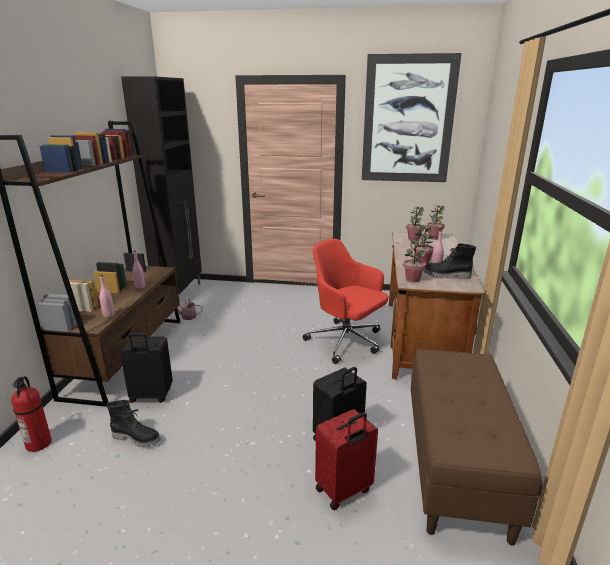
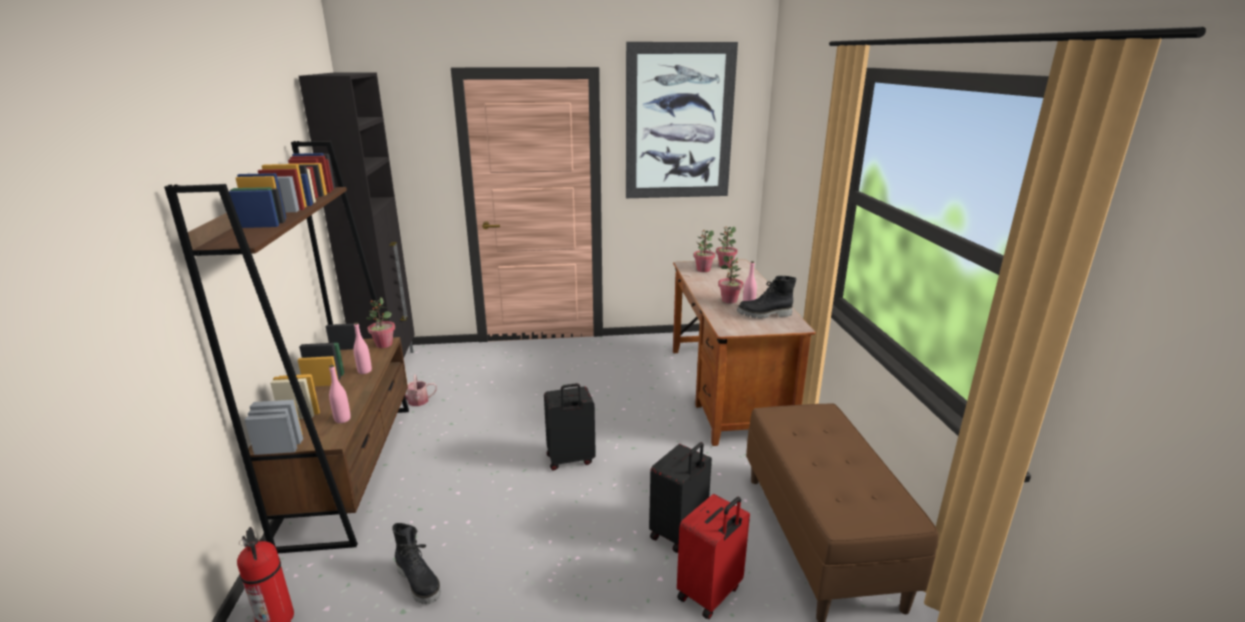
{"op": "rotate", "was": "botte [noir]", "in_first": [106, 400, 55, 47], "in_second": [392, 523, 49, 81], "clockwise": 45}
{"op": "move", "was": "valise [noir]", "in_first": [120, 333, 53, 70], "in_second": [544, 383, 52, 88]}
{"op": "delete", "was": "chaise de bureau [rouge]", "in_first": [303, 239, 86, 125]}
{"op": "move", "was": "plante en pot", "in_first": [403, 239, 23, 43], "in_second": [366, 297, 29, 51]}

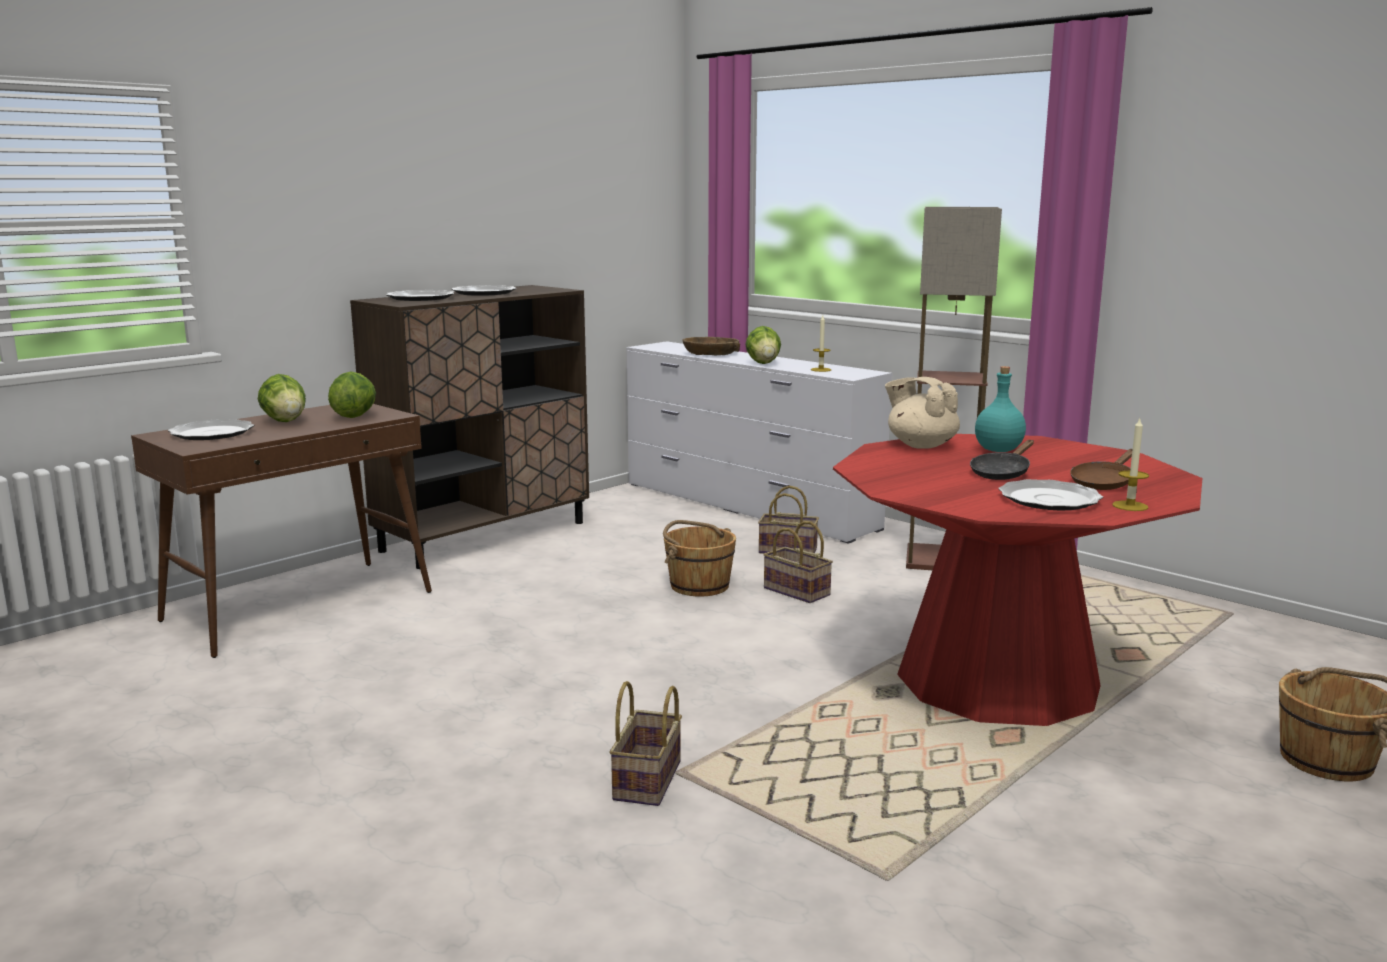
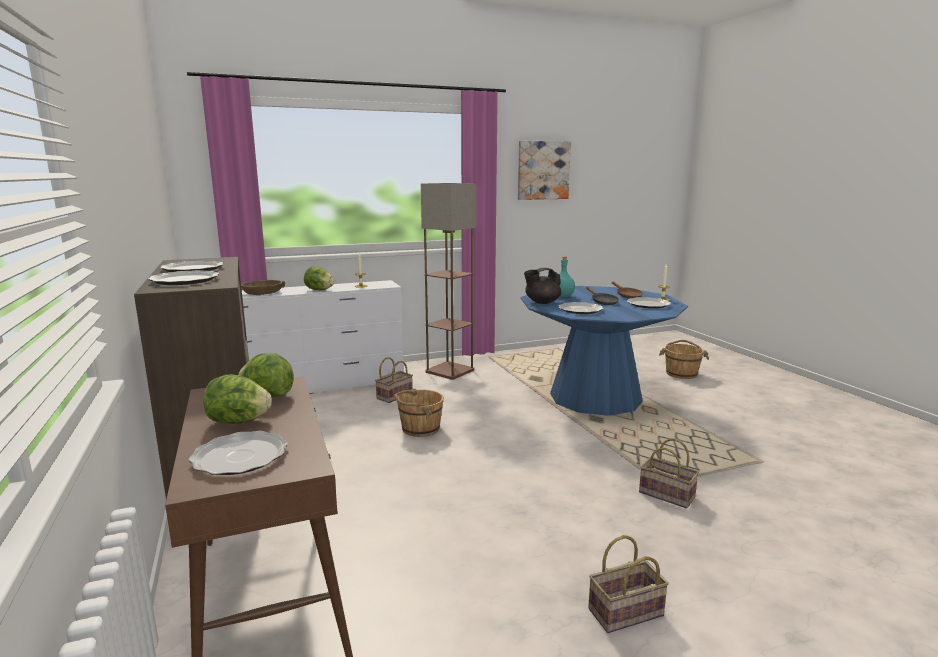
{"op": "move", "was": "panier", "in_first": [763, 521, 70, 82], "in_second": [588, 535, 81, 98]}
{"op": "recolor", "was": "table à manger [rouge]", "now": "table à manger [bleu]", "in_first": [833, 434, 369, 292], "in_second": [520, 286, 168, 130]}
{"op": "recolor", "was": "théière [beige]", "now": "théière [noir]", "in_first": [885, 377, 75, 72], "in_second": [524, 268, 38, 36]}
{"op": "insert", "now": "tableau", "in_second": [518, 141, 53, 59]}
{"op": "insert", "now": "assiette", "in_second": [559, 302, 44, 12]}

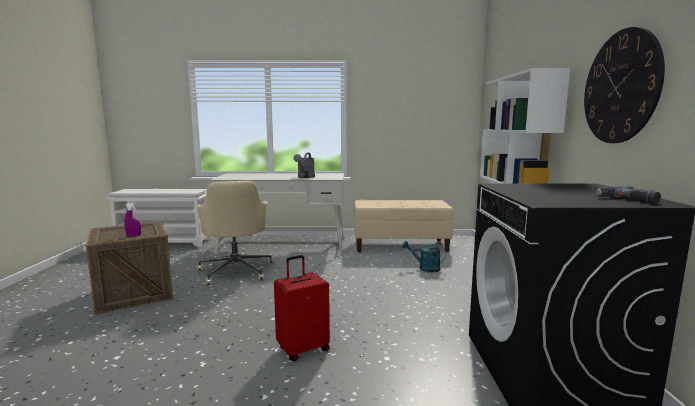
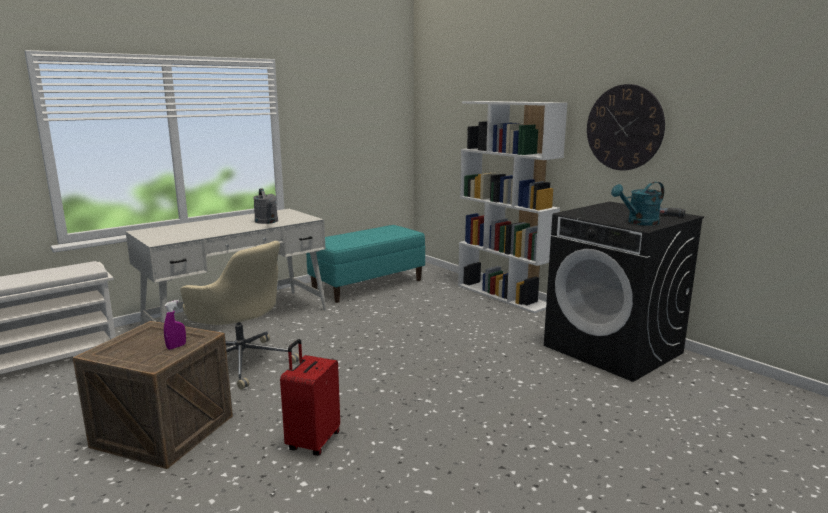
{"op": "move", "was": "valise [rouge]", "in_first": [274, 255, 56, 106], "in_second": [280, 339, 60, 117]}
{"op": "recolor", "was": "banc [beige]", "now": "banc [turquoise]", "in_first": [354, 200, 100, 52], "in_second": [306, 225, 119, 78]}
{"op": "move", "was": "arrosoir [turquoise]", "in_first": [402, 241, 45, 31], "in_second": [611, 182, 53, 44]}

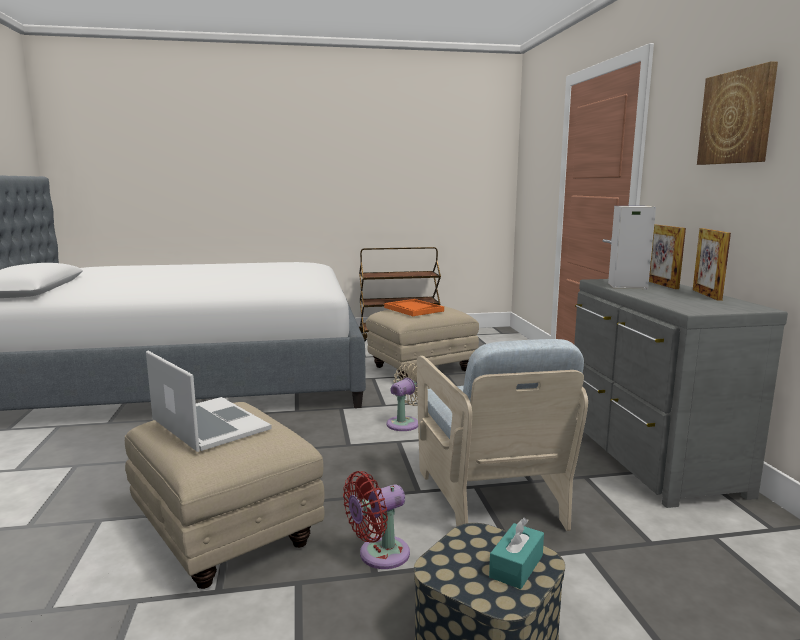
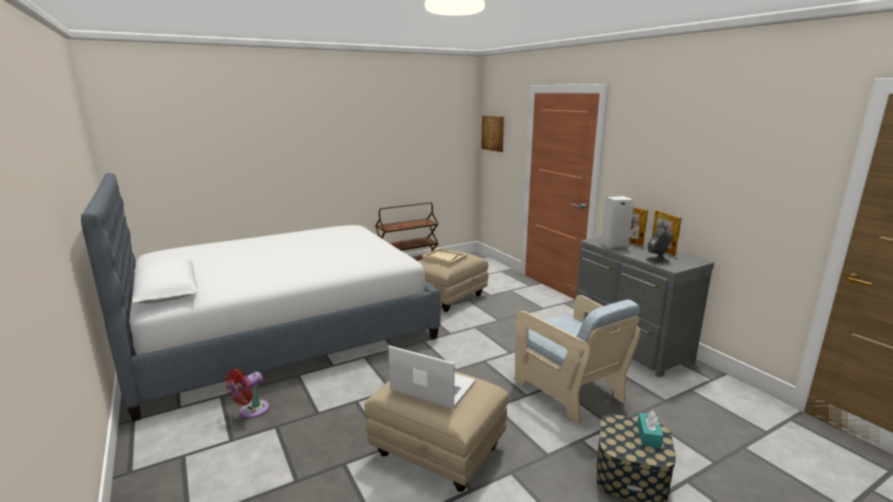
{"op": "move", "was": "ventilateur [rouge]", "in_first": [343, 471, 67, 98], "in_second": [225, 368, 44, 50]}
{"op": "recolor", "was": "plateau [orange]", "now": "plateau [beige]", "in_first": [384, 299, 60, 17], "in_second": [422, 248, 45, 18]}
{"op": "delete", "was": "ventilateur [beige]", "in_first": [387, 363, 43, 68]}
{"op": "move", "was": "tableau", "in_first": [697, 61, 81, 104], "in_second": [481, 115, 23, 37]}
{"op": "insert", "now": "enceinte [gris]", "in_second": [646, 228, 27, 35]}

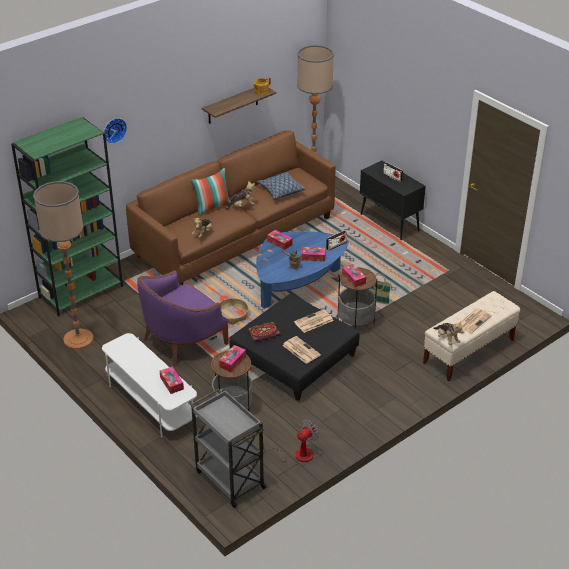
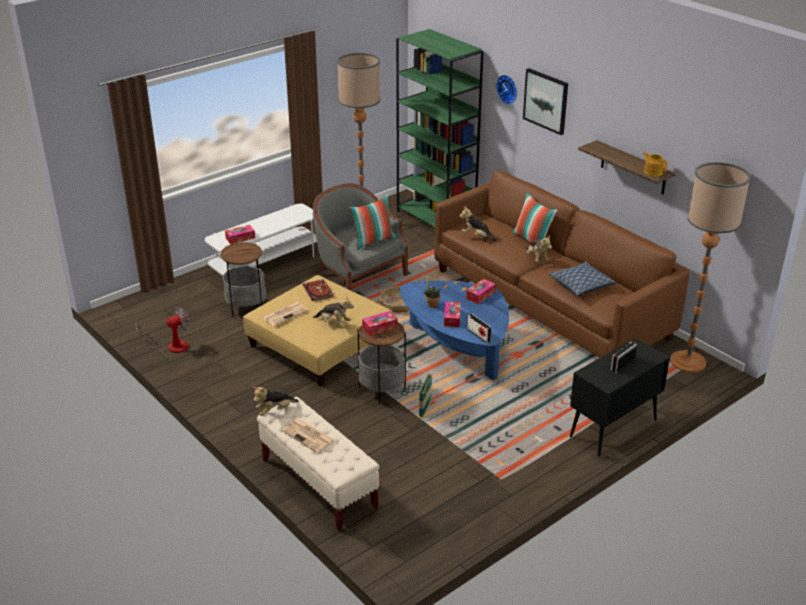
{"op": "recolor", "was": "fauteuil [violet]", "now": "fauteuil [gris]", "in_first": [137, 270, 92, 95], "in_second": [313, 183, 95, 108]}
{"op": "delete", "was": "chariot [gris]", "in_first": [190, 389, 77, 119]}
{"op": "delete", "was": "boîte à mouchoirs", "in_first": [219, 345, 27, 27]}
{"op": "recolor", "was": "pouf [noir]", "now": "pouf [beige]", "in_first": [229, 294, 131, 107], "in_second": [243, 275, 150, 112]}
{"op": "rotate", "was": "ventilateur", "in_first": [259, 420, 60, 43], "in_second": [135, 307, 54, 46], "clockwise": -75}
{"op": "replace", "was": "journal", "now": "peluche", "in_first": [294, 309, 40, 24], "in_second": [313, 295, 41, 31]}
{"op": "insert", "now": "coussin", "in_second": [348, 195, 48, 55]}
{"op": "insert", "now": "tableau", "in_second": [523, 68, 45, 67]}

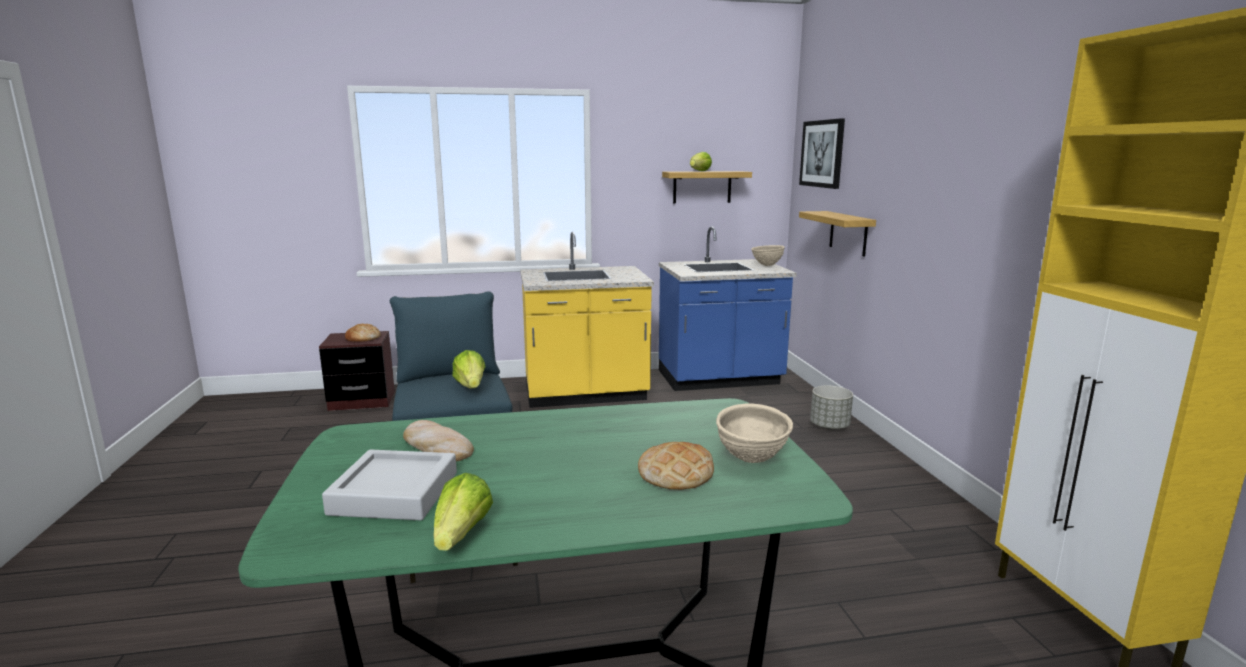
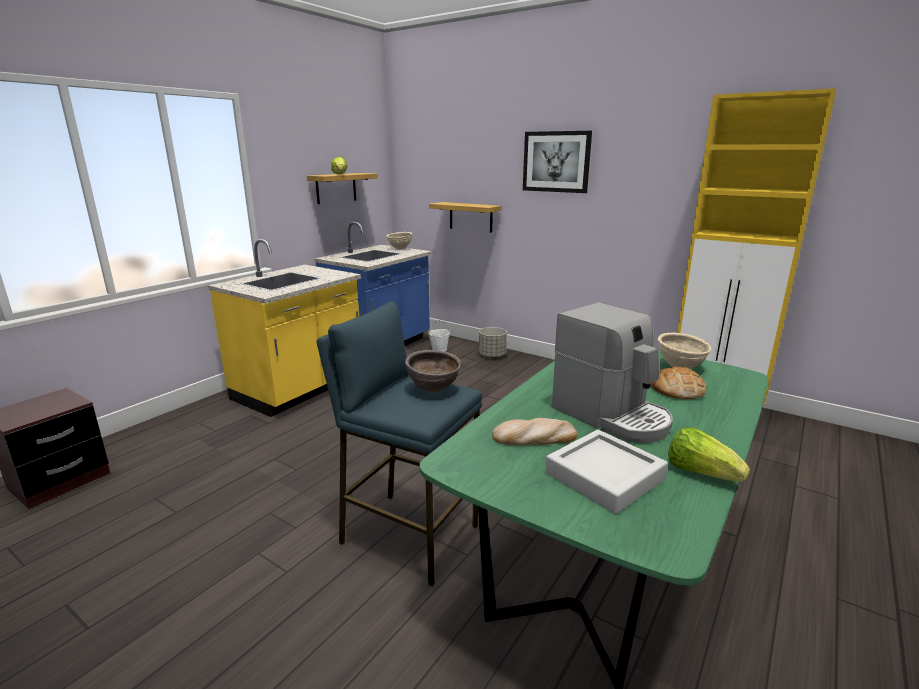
{"op": "delete", "was": "pain", "in_first": [345, 324, 36, 18]}
{"op": "replace", "was": "laitue", "now": "bol [marron]", "in_first": [452, 350, 34, 38], "in_second": [405, 350, 56, 42]}
{"op": "move", "was": "tableau", "in_first": [799, 118, 46, 71], "in_second": [523, 131, 69, 62]}
{"op": "insert", "now": "seau [blanc]", "in_second": [429, 320, 21, 31]}
{"op": "insert", "now": "machine à café", "in_second": [552, 302, 121, 141]}

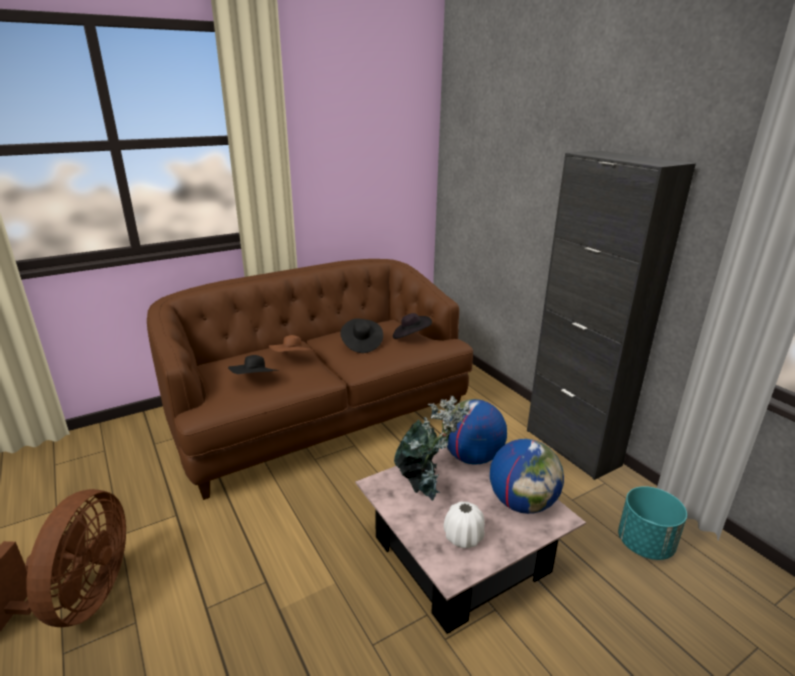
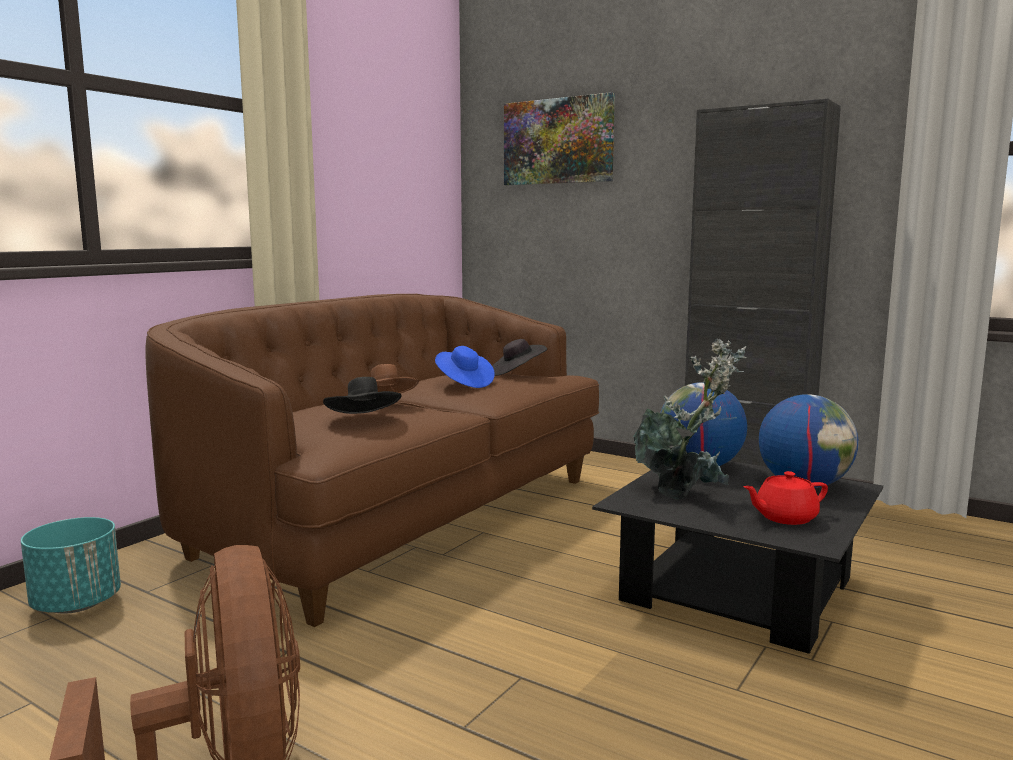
{"op": "recolor", "was": "chapeau [noir]", "now": "chapeau [bleu]", "in_first": [340, 318, 43, 35], "in_second": [435, 346, 60, 42]}
{"op": "recolor", "was": "table basse [rose]", "now": "table basse [noir]", "in_first": [355, 447, 231, 187], "in_second": [592, 461, 291, 193]}
{"op": "replace", "was": "vase [blanc]", "now": "théière [rouge]", "in_first": [444, 502, 41, 46], "in_second": [743, 471, 85, 54]}
{"op": "move", "was": "cache-pot [turquoise]", "in_first": [618, 486, 69, 74], "in_second": [21, 517, 100, 97]}
{"op": "insert", "now": "tableau", "in_second": [504, 92, 111, 93]}

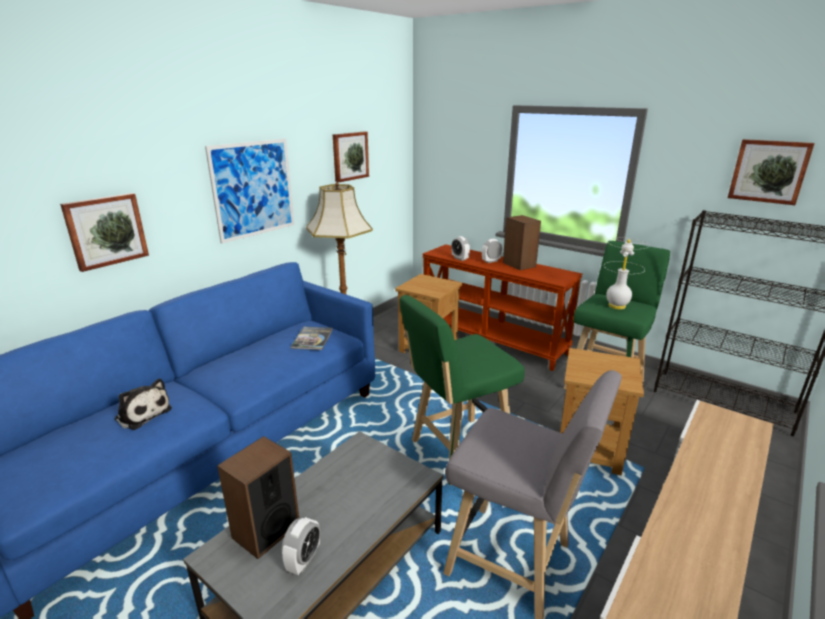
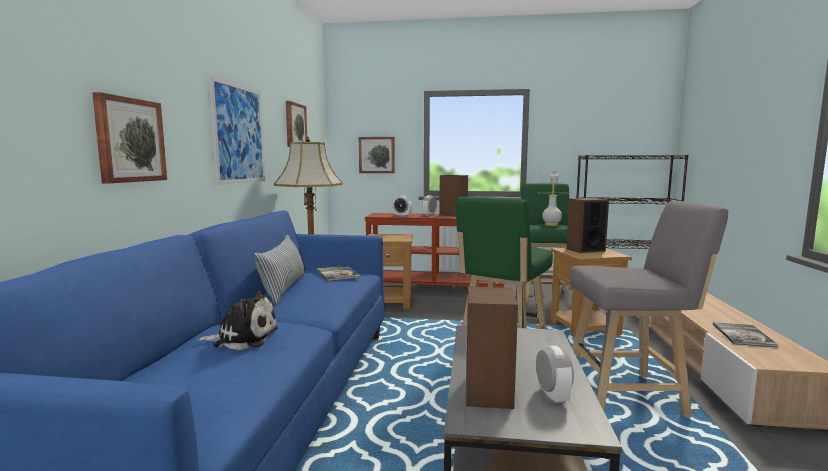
{"op": "move", "was": "tableau", "in_first": [728, 139, 87, 66], "in_second": [359, 137, 36, 36]}
{"op": "insert", "now": "coussin", "in_second": [254, 235, 50, 70]}
{"op": "insert", "now": "enceinte", "in_second": [566, 198, 43, 55]}
{"op": "insert", "now": "livre", "in_second": [713, 322, 66, 26]}

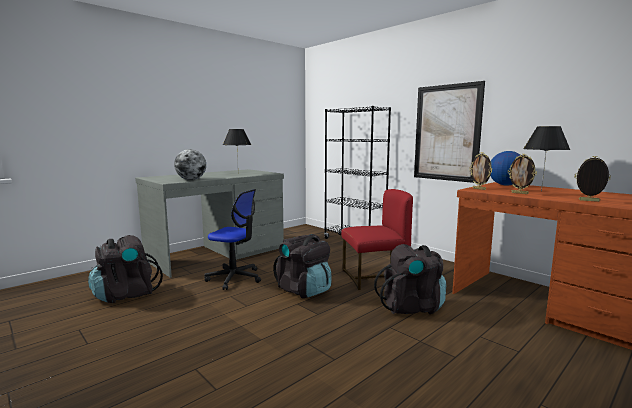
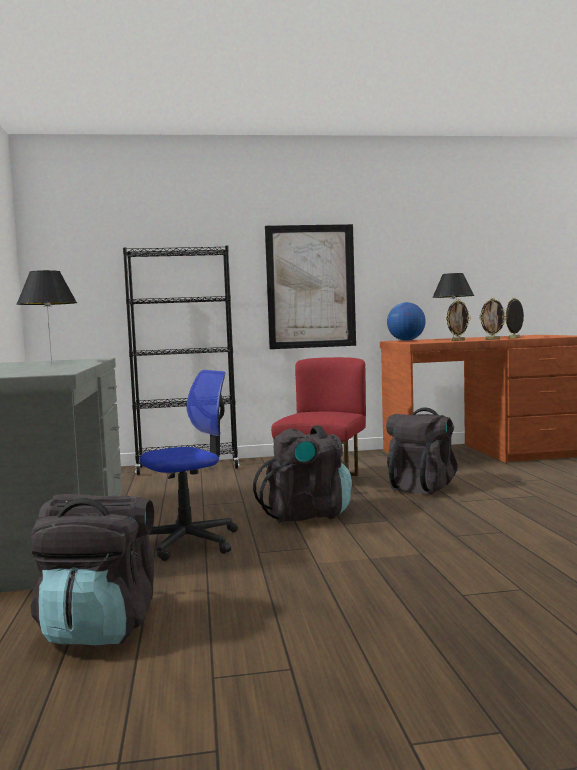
{"op": "delete", "was": "globe", "in_first": [174, 149, 32, 31]}
{"op": "move", "was": "cadre photo", "in_first": [469, 152, 23, 38], "in_second": [479, 298, 28, 42]}

